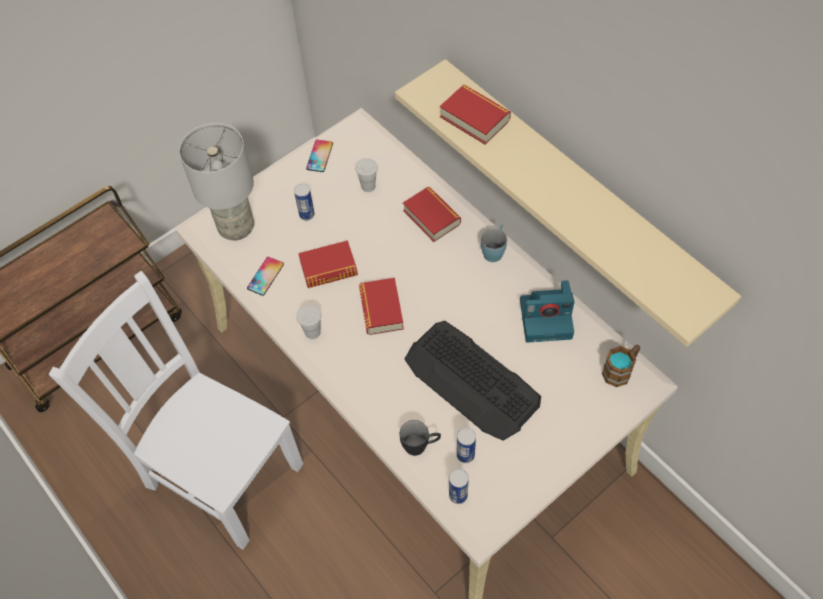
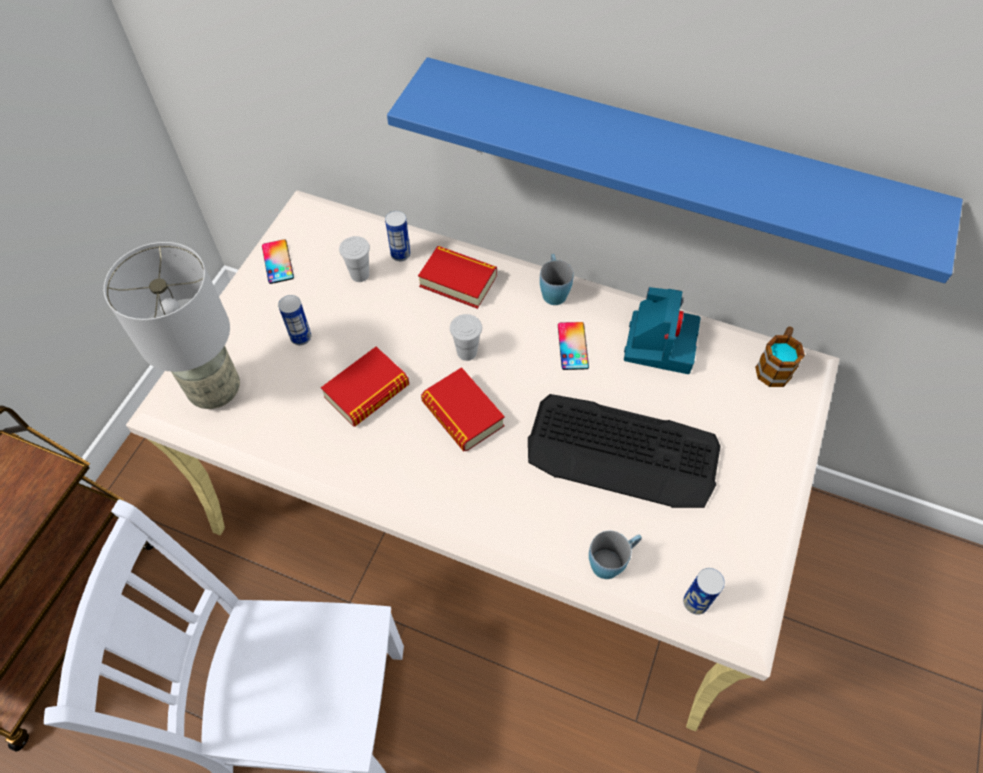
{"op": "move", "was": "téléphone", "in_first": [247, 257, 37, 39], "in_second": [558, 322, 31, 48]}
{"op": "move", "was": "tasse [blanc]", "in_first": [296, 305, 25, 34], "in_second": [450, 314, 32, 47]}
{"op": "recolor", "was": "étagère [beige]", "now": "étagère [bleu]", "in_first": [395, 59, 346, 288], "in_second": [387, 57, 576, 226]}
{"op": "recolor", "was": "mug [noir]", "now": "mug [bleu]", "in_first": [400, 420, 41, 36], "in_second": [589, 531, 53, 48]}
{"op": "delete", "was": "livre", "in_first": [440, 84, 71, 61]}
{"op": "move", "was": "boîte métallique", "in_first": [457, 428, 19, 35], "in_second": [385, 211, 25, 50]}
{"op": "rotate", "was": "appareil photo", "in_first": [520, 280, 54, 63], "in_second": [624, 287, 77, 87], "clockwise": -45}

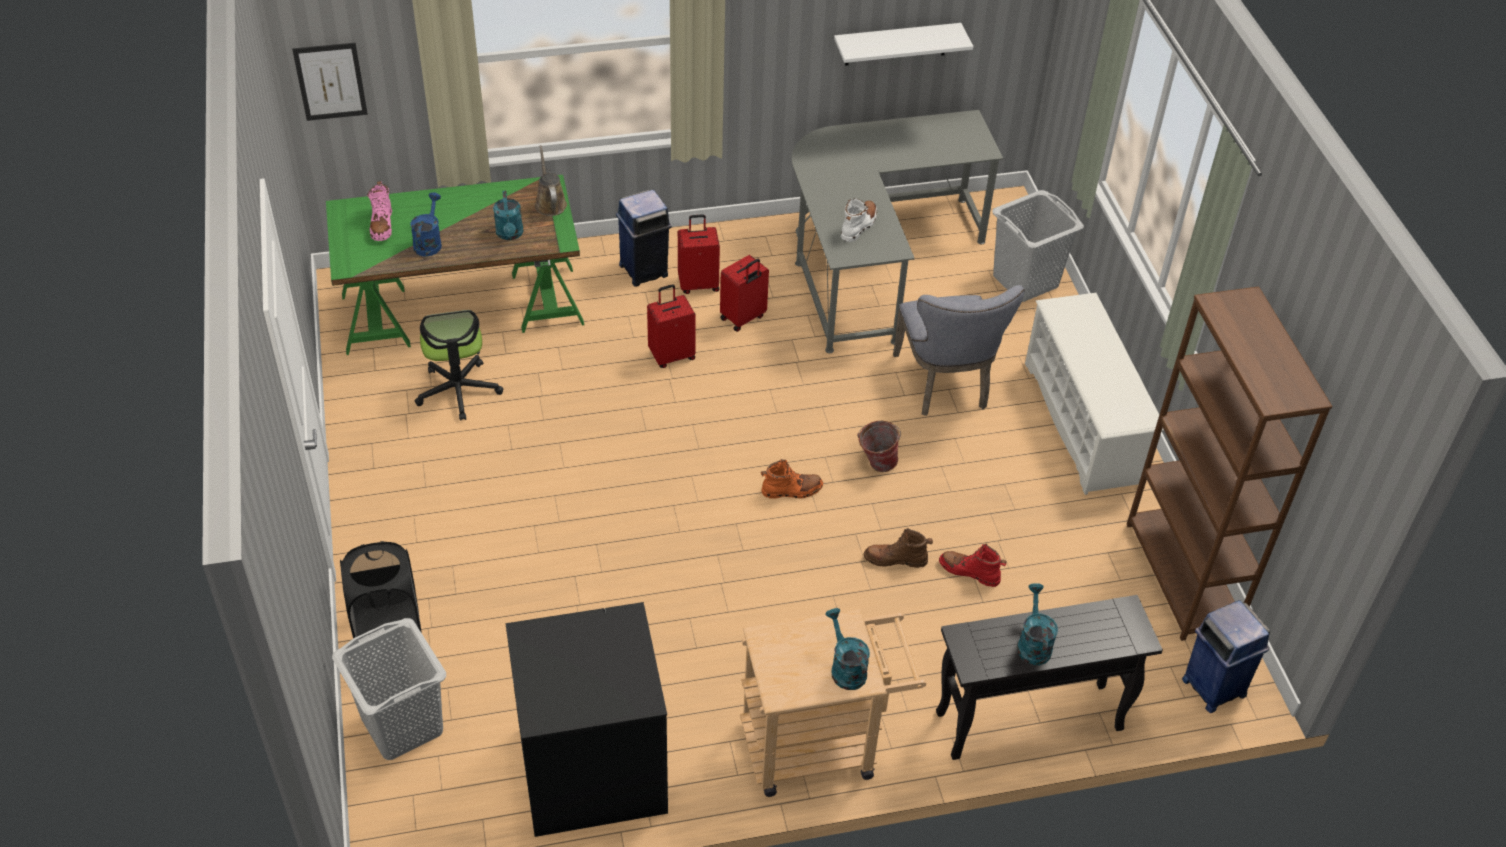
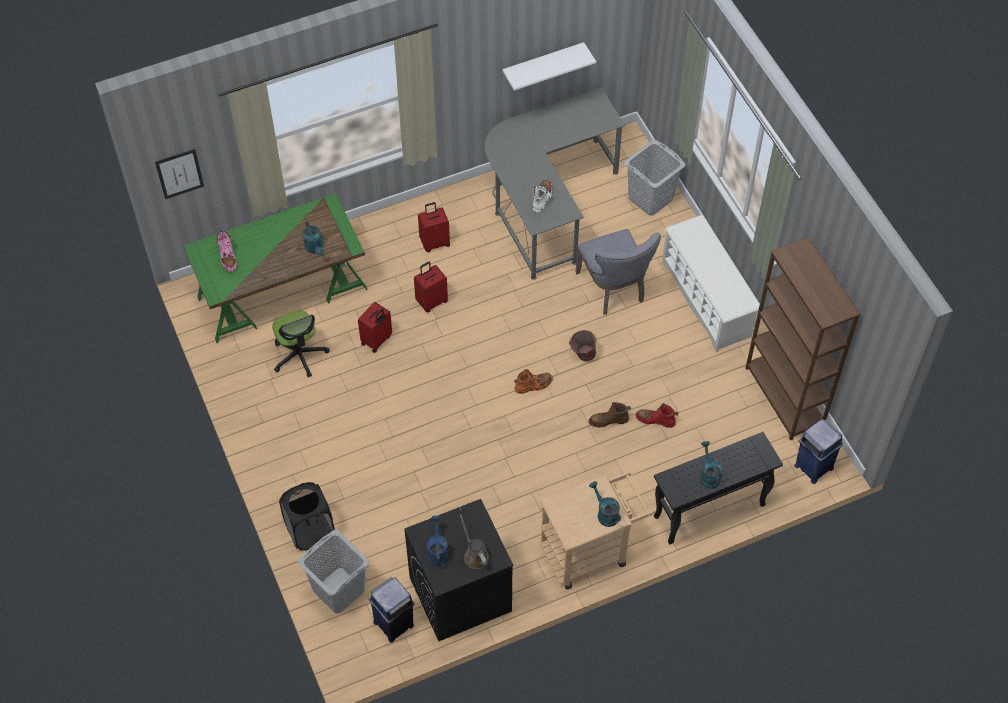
{"op": "move", "was": "arrosoir [bleu]", "in_first": [410, 192, 32, 64], "in_second": [427, 516, 21, 50]}
{"op": "move", "was": "arrosoir [marron]", "in_first": [535, 145, 32, 71], "in_second": [460, 514, 29, 55]}
{"op": "move", "was": "poubelle [bleu]", "in_first": [616, 190, 56, 97], "in_second": [369, 577, 46, 66]}
{"op": "move", "was": "valise [rouge]", "in_first": [720, 255, 49, 77], "in_second": [358, 302, 34, 51]}

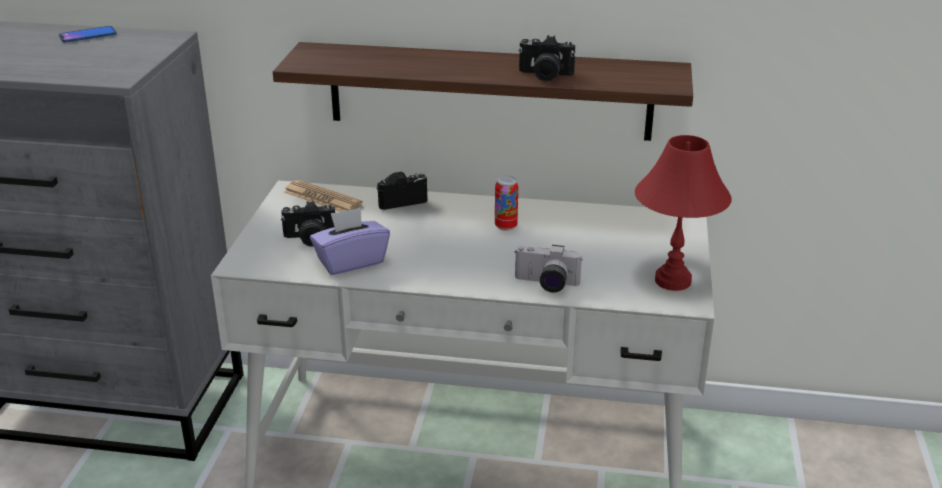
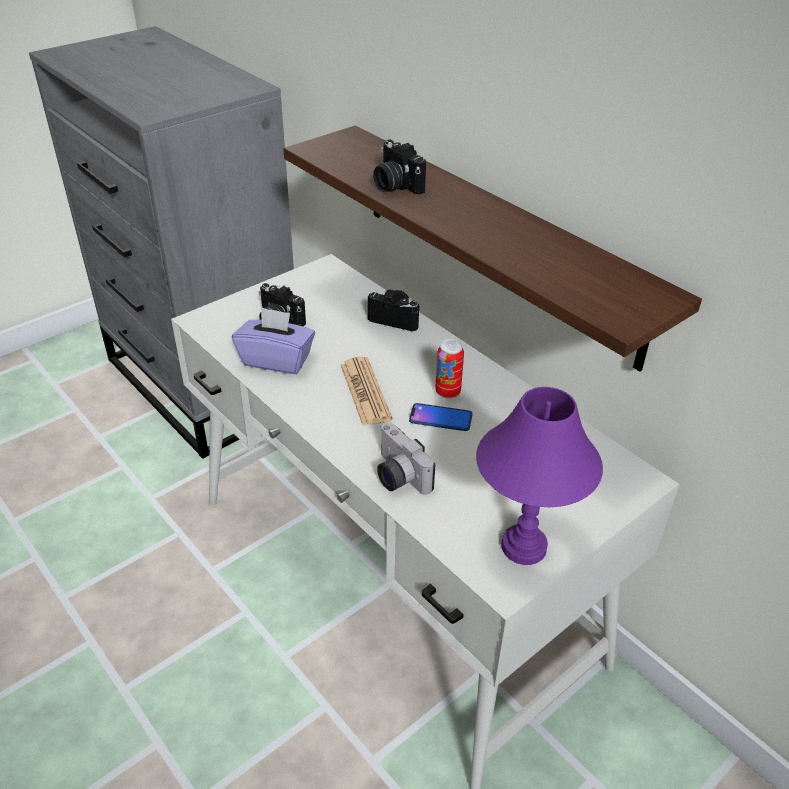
{"op": "move", "was": "téléphone", "in_first": [59, 26, 58, 16], "in_second": [409, 403, 64, 28]}
{"op": "move", "was": "journal", "in_first": [284, 180, 79, 32], "in_second": [341, 357, 51, 69]}
{"op": "move", "was": "appareil photo", "in_first": [518, 35, 57, 47], "in_second": [373, 139, 53, 55]}
{"op": "recolor", "was": "lampe de table [rouge]", "now": "lampe de table [violet]", "in_first": [635, 135, 97, 156], "in_second": [476, 387, 127, 178]}

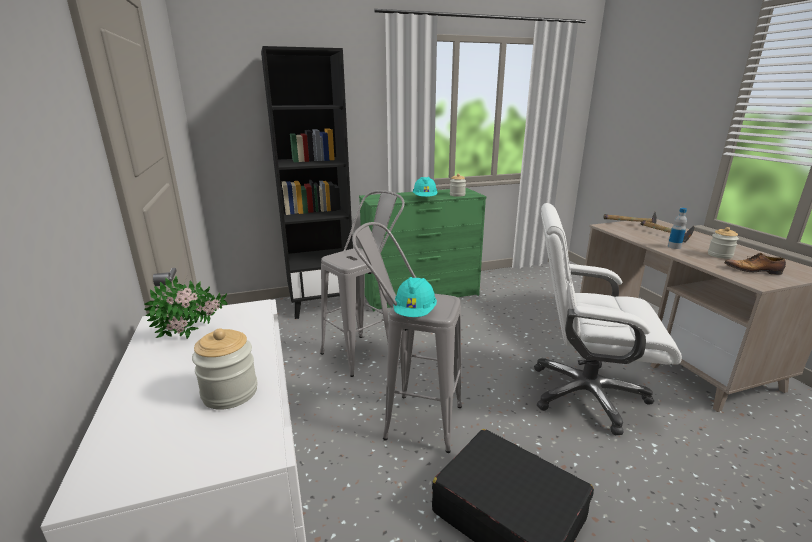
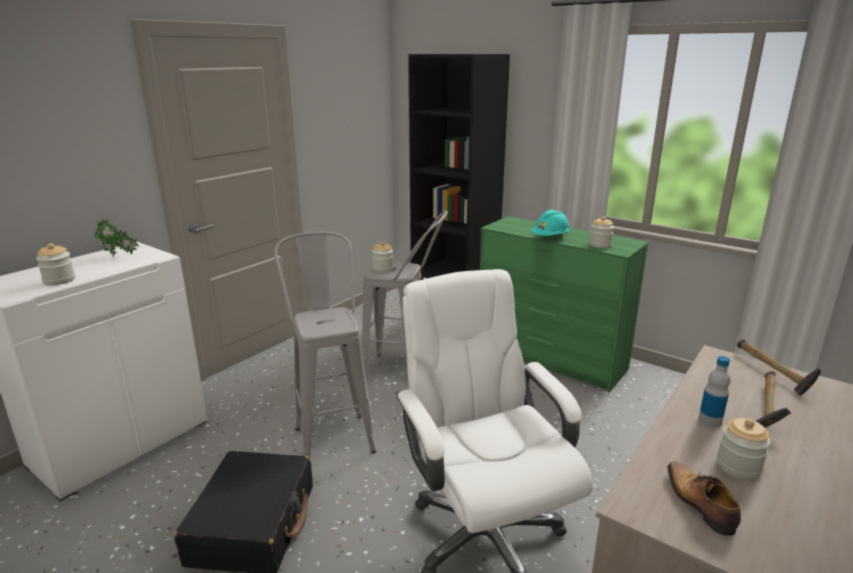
{"op": "delete", "was": "casque de chantier [turquoise]", "in_first": [393, 277, 44, 40]}
{"op": "insert", "now": "bocal", "in_second": [372, 242, 22, 30]}

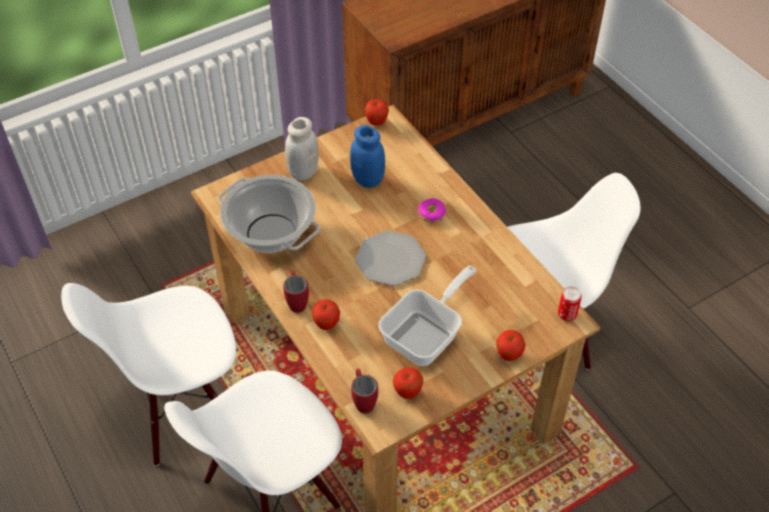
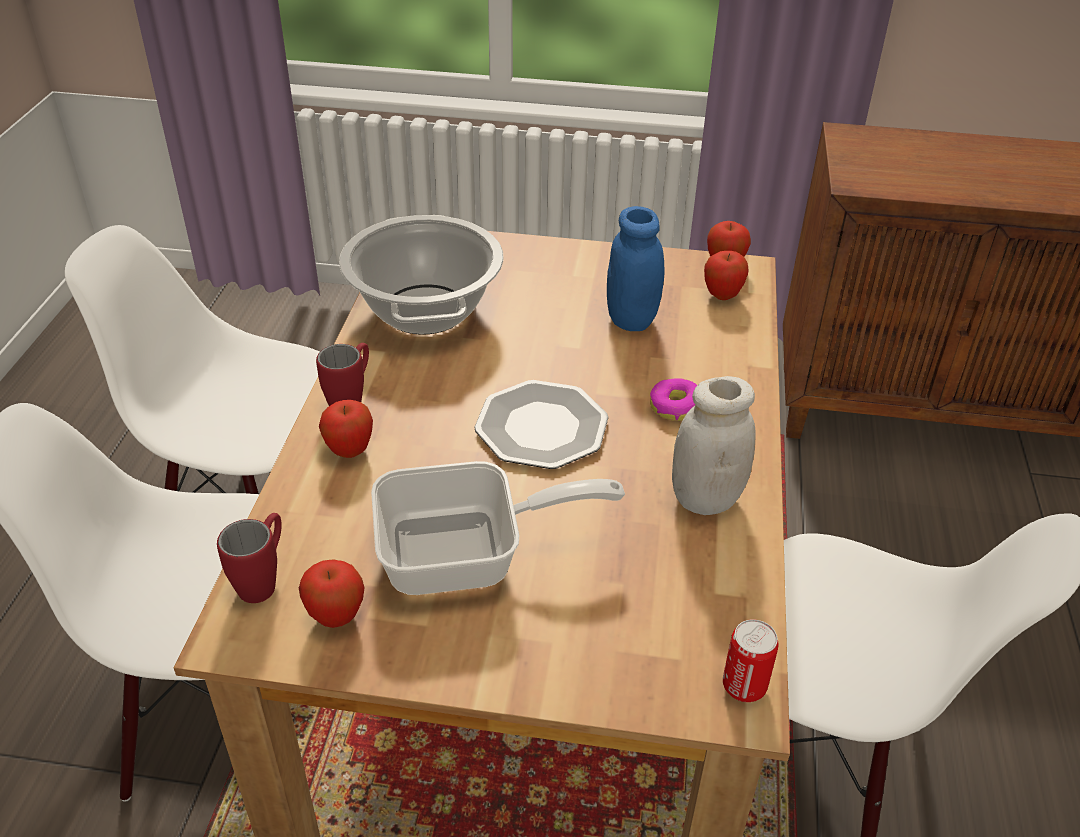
{"op": "move", "was": "bocal [blanc]", "in_first": [285, 117, 34, 63], "in_second": [672, 376, 84, 139]}
{"op": "move", "was": "pomme", "in_first": [496, 330, 30, 31], "in_second": [704, 251, 45, 49]}

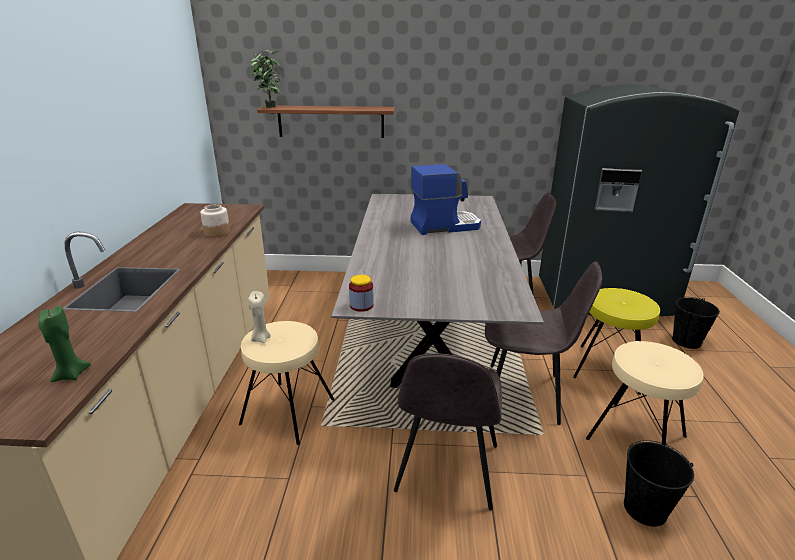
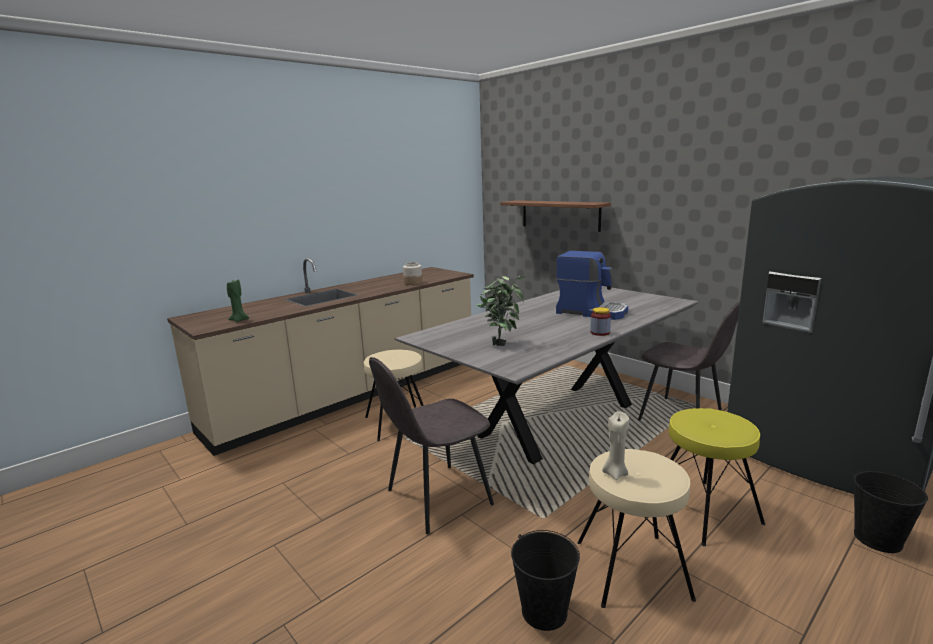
{"op": "move", "was": "bougie [beige]", "in_first": [248, 291, 23, 52], "in_second": [602, 411, 27, 69]}
{"op": "move", "was": "plante en pot", "in_first": [250, 50, 33, 58], "in_second": [476, 276, 49, 70]}
{"op": "move", "was": "bocal", "in_first": [349, 275, 25, 37], "in_second": [590, 307, 21, 29]}
{"op": "delete", "was": "chaise [gris]", "in_first": [485, 261, 117, 164]}

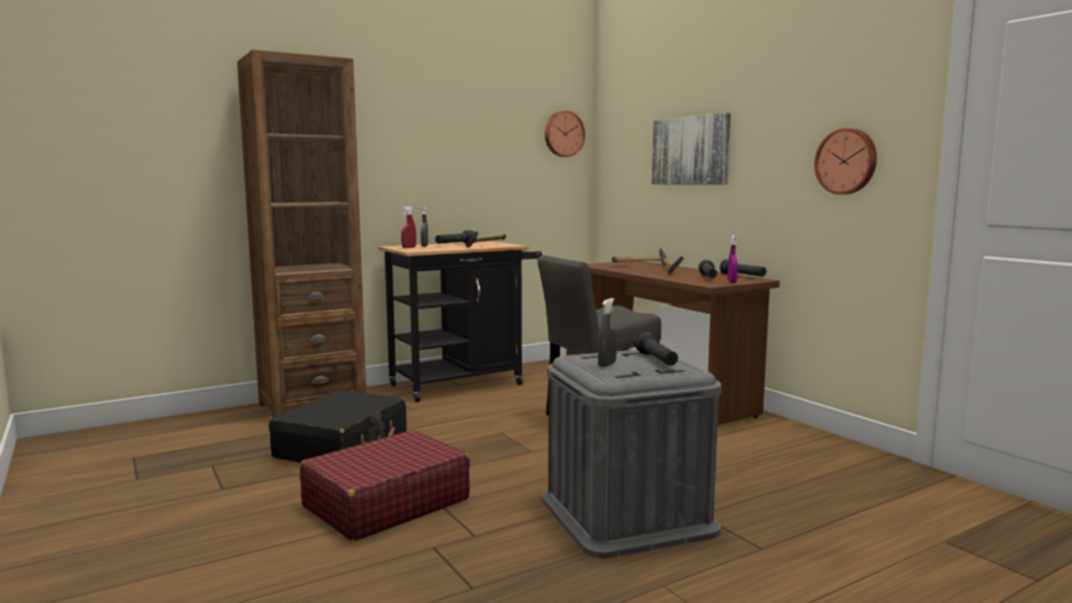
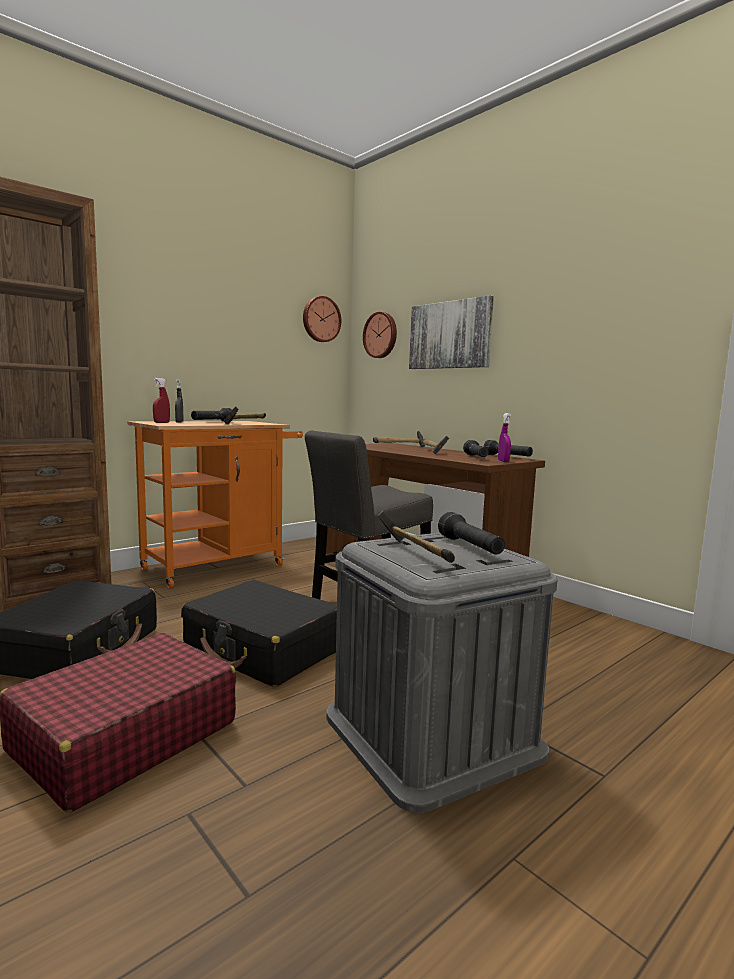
{"op": "recolor", "was": "chariot [noir]", "now": "chariot [orange]", "in_first": [378, 241, 164, 161], "in_second": [127, 421, 176, 168]}
{"op": "replace", "was": "vaporisateur [gris]", "now": "marteau", "in_first": [598, 298, 19, 69], "in_second": [378, 510, 77, 53]}
{"op": "move", "was": "horloge murale", "in_first": [814, 128, 63, 67], "in_second": [363, 312, 34, 46]}
{"op": "insert", "now": "valise [noir]", "in_second": [181, 580, 156, 107]}

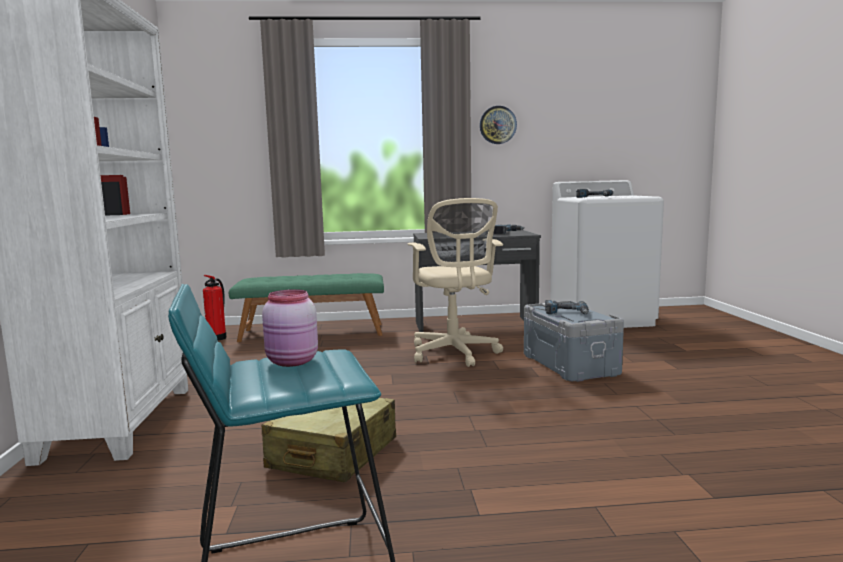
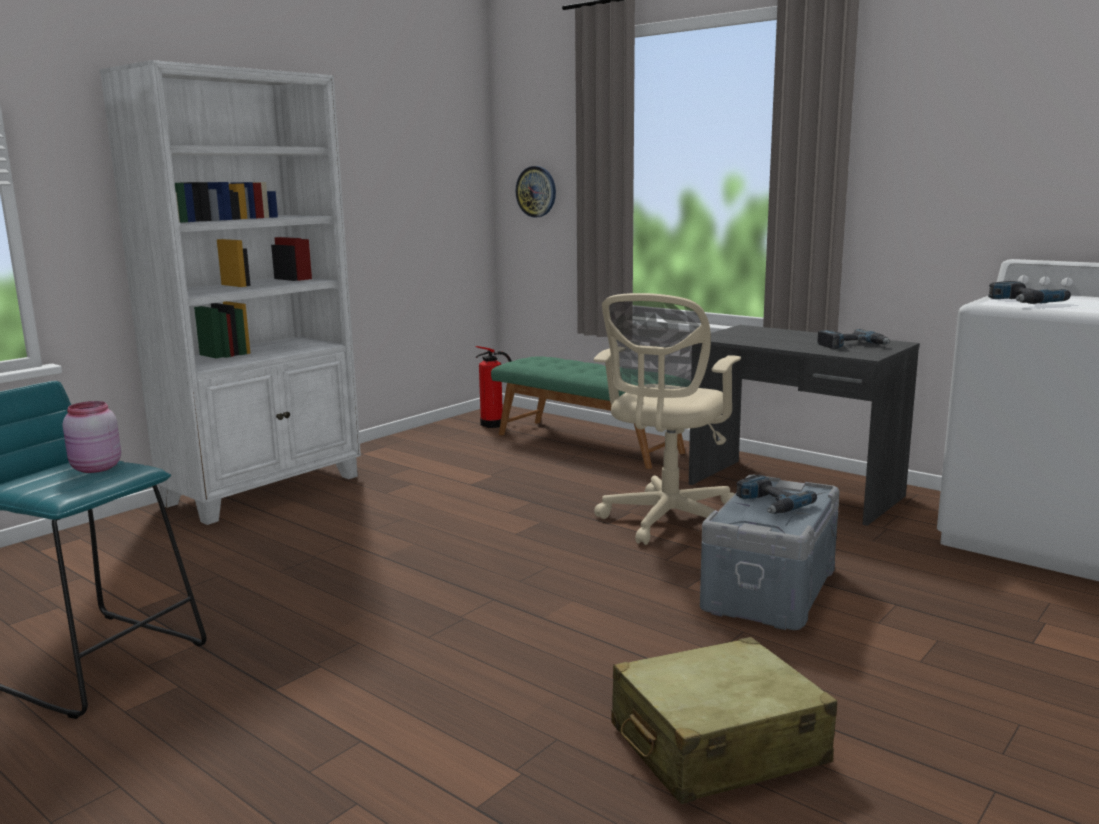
{"op": "move", "was": "valise [beige]", "in_first": [261, 398, 135, 84], "in_second": [611, 637, 226, 167]}
{"op": "move", "was": "horloge murale", "in_first": [480, 106, 37, 38], "in_second": [516, 166, 40, 51]}

